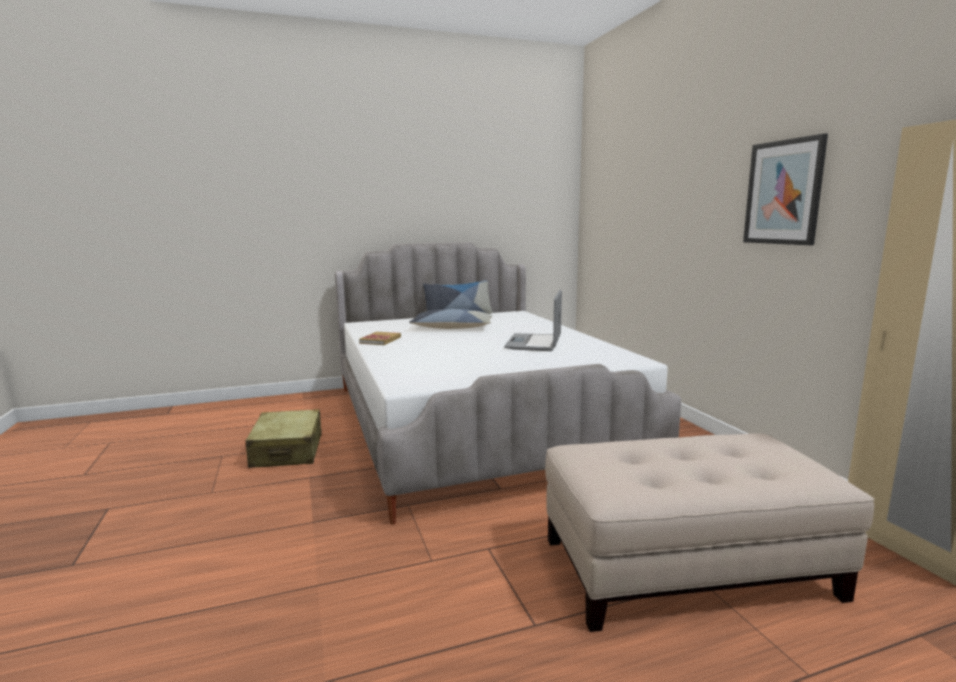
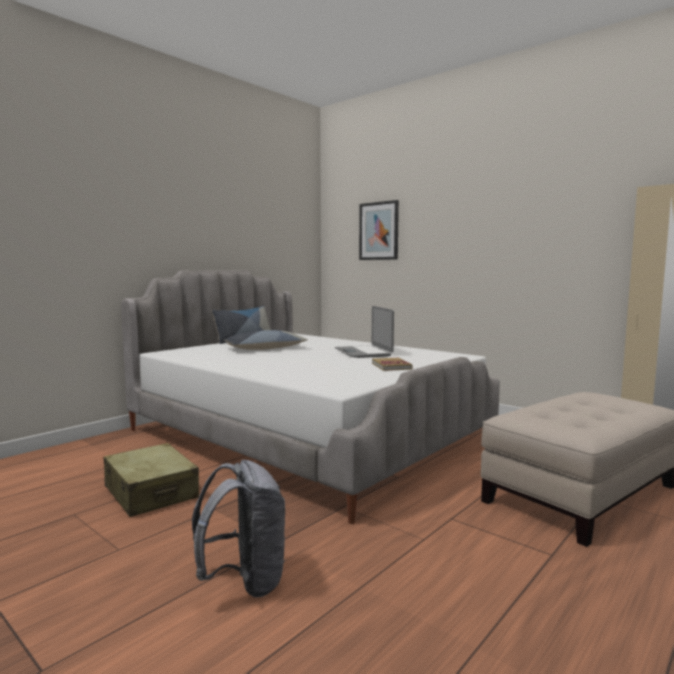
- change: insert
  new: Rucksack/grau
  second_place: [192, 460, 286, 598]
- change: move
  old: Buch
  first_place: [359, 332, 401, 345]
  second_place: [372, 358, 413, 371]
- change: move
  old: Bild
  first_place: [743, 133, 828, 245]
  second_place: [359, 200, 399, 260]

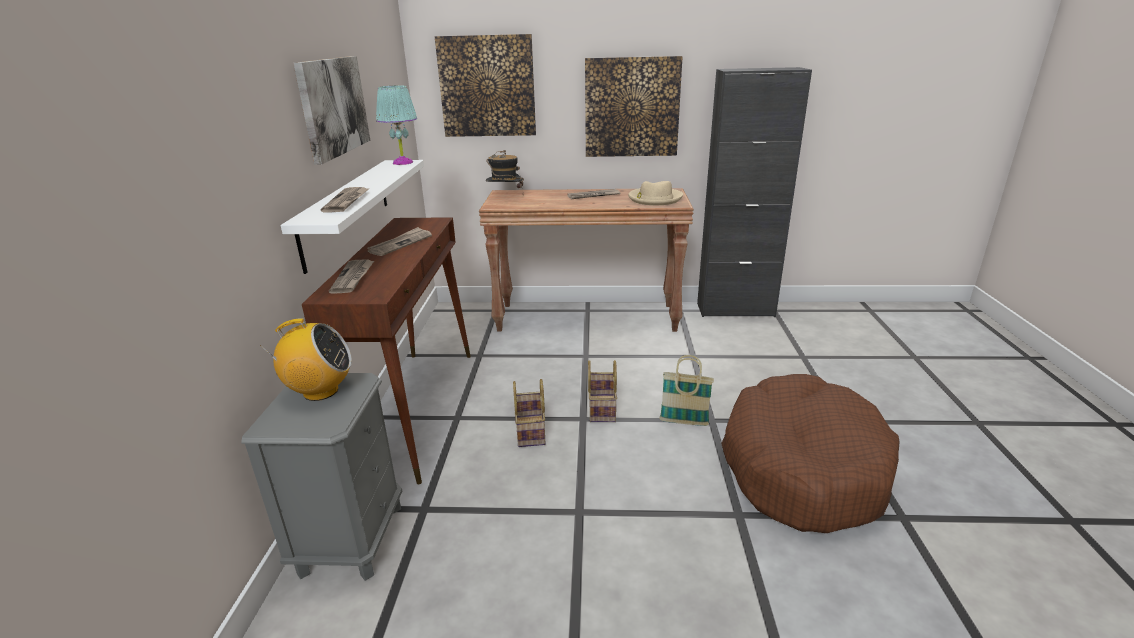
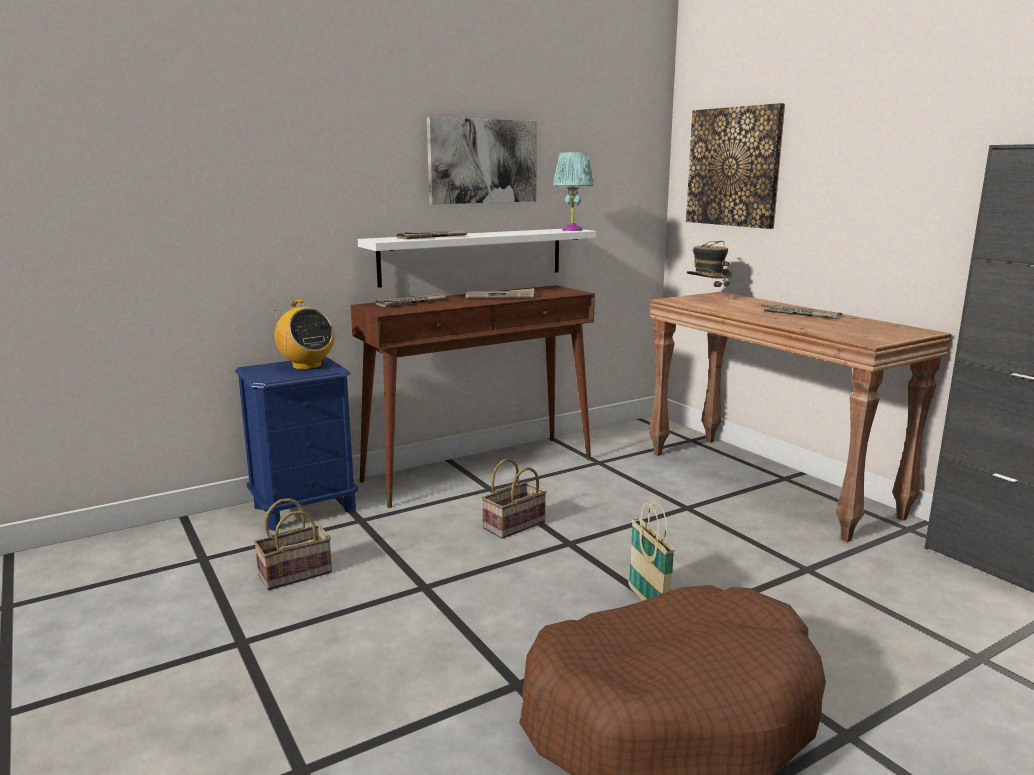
- change: delete
  old: Bild
  first_place: [585, 56, 683, 157]
- change: delete
  old: Hut/beige
  first_place: [628, 181, 683, 206]
- change: move
  old: Korb
  first_place: [588, 360, 617, 422]
  second_place: [254, 498, 332, 590]
- change: recolor
  old: Nachttisch/grau
  new: Nachttisch/blau
  first_place: [241, 373, 402, 581]
  second_place: [235, 357, 358, 530]

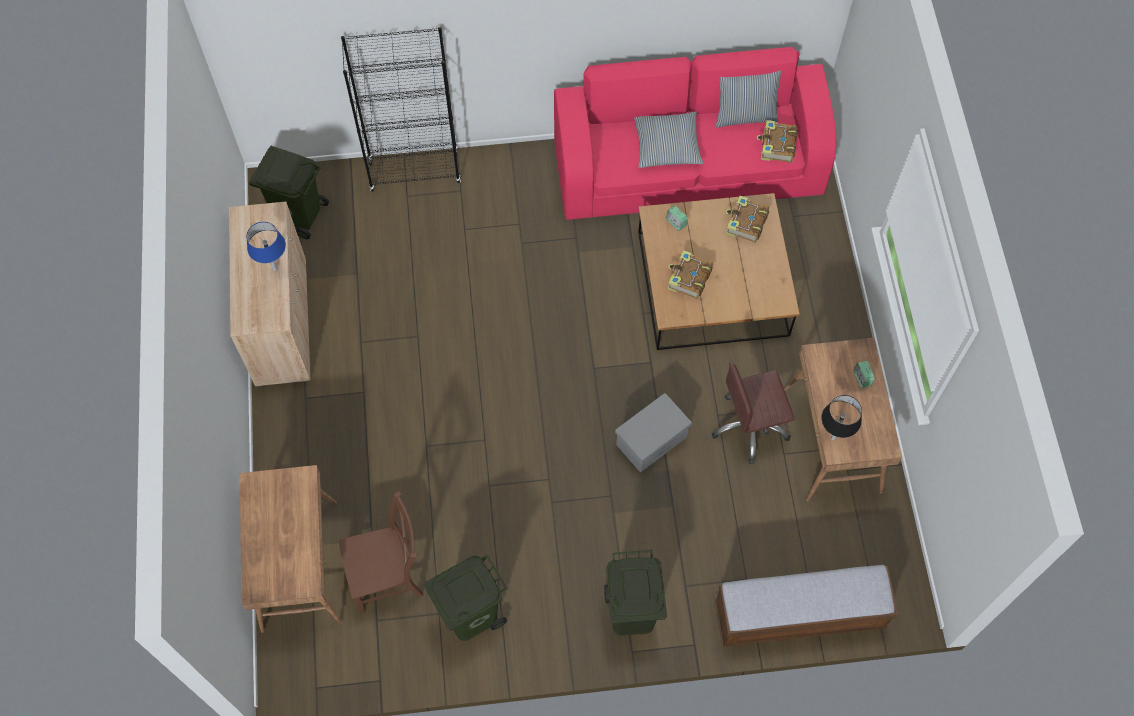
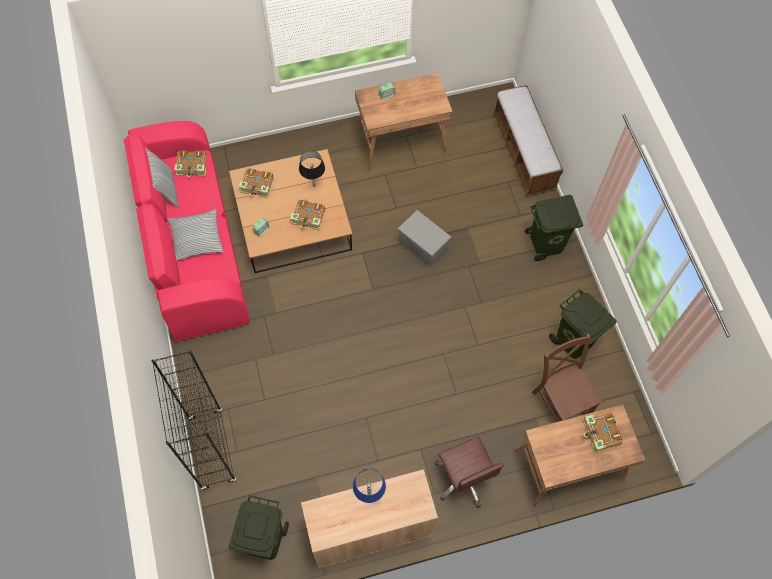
- change: insert
  new: Buch
  second_place: [583, 412, 623, 453]
- change: move
  old: Bürostuhl/braun
  first_place: [712, 362, 795, 464]
  second_place: [435, 436, 504, 508]
- change: move
  old: Tischlampe/schwarz
  first_place: [821, 395, 862, 440]
  second_place: [299, 151, 325, 187]

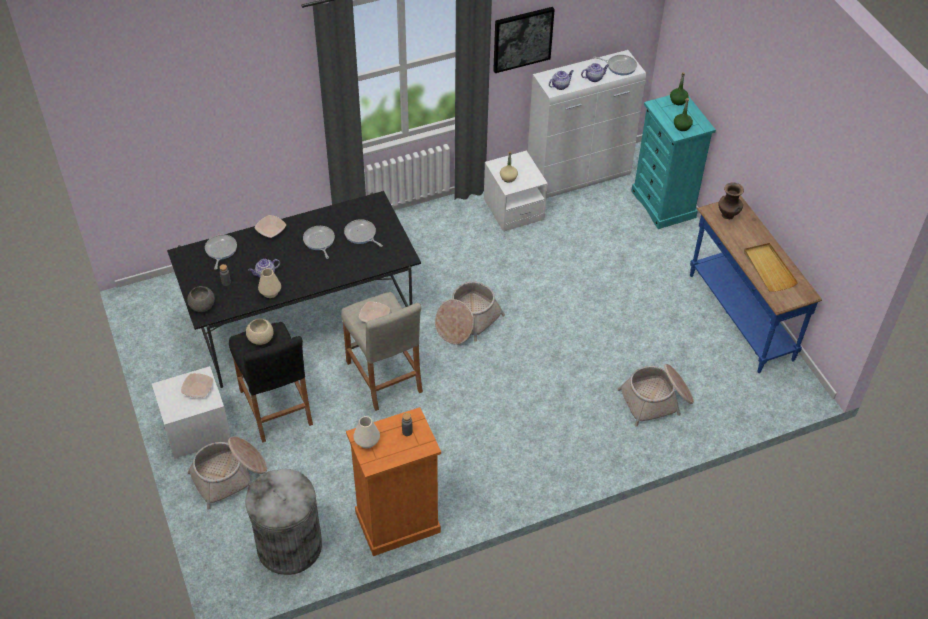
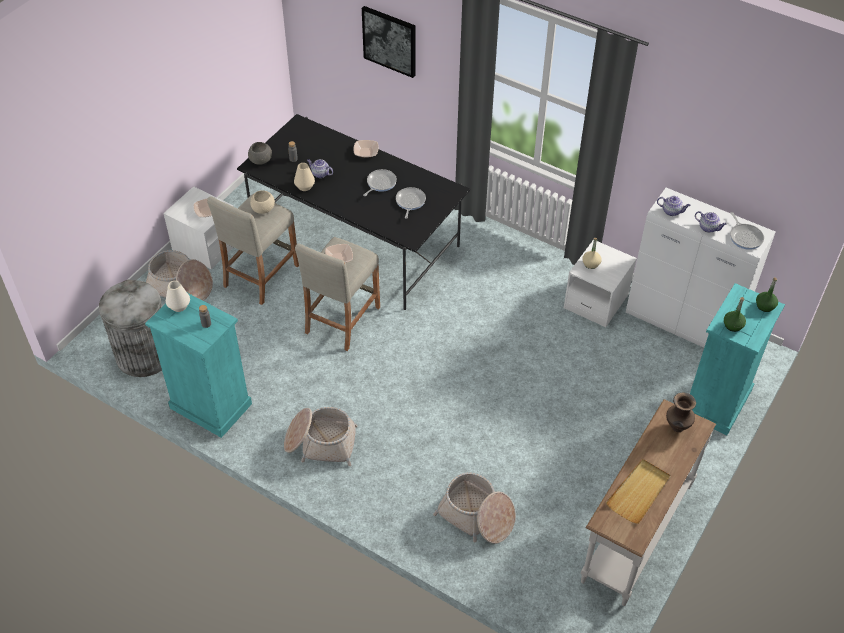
- change: delete
  old: Pfanne
  first_place: [205, 234, 237, 270]
- change: move
  old: Korb
  first_place: [435, 281, 505, 345]
  second_place: [284, 407, 358, 466]
- change: move
  old: Bild
  first_place: [493, 7, 555, 73]
  second_place: [362, 6, 415, 78]
- change: recolor
  old: Hocker/schwarz
  new: Hocker/beige
  first_place: [229, 322, 313, 443]
  second_place: [207, 194, 299, 305]
- change: recolor
  old: Kommode/orange
  new: Kommode/türkis
  first_place: [346, 407, 441, 556]
  second_place: [145, 293, 252, 438]
- change: recolor
  old: Konsolentisch/blau
  new: Konsolentisch/weiß
  first_place: [690, 195, 822, 373]
  second_place: [581, 399, 716, 606]

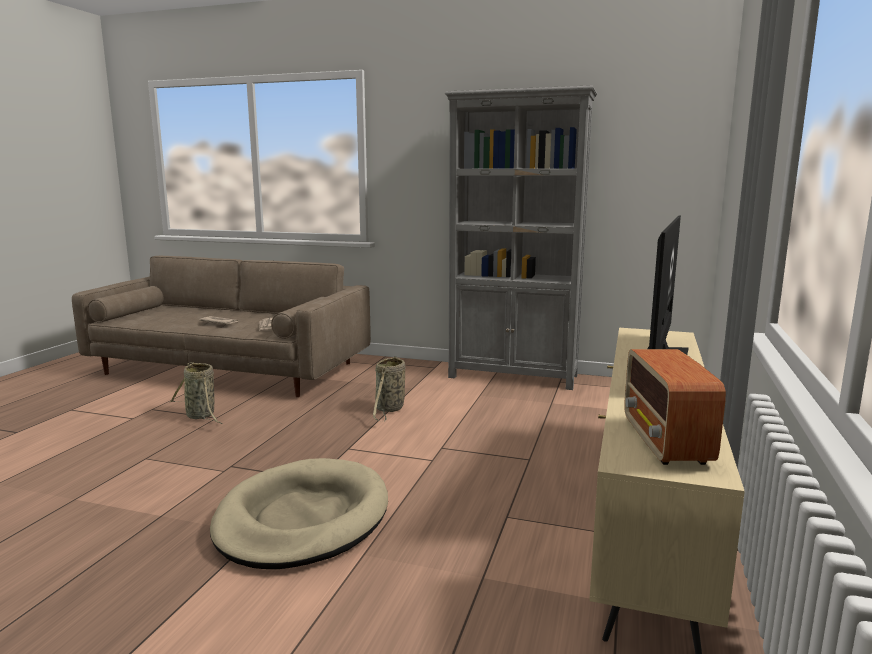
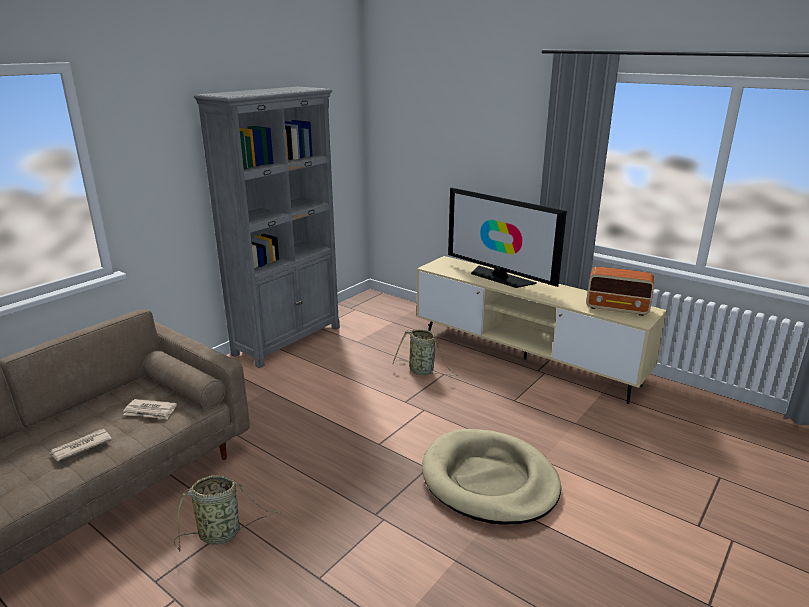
- change: move
  old: Korb
  first_place: [373, 356, 406, 422]
  second_place: [392, 329, 458, 376]

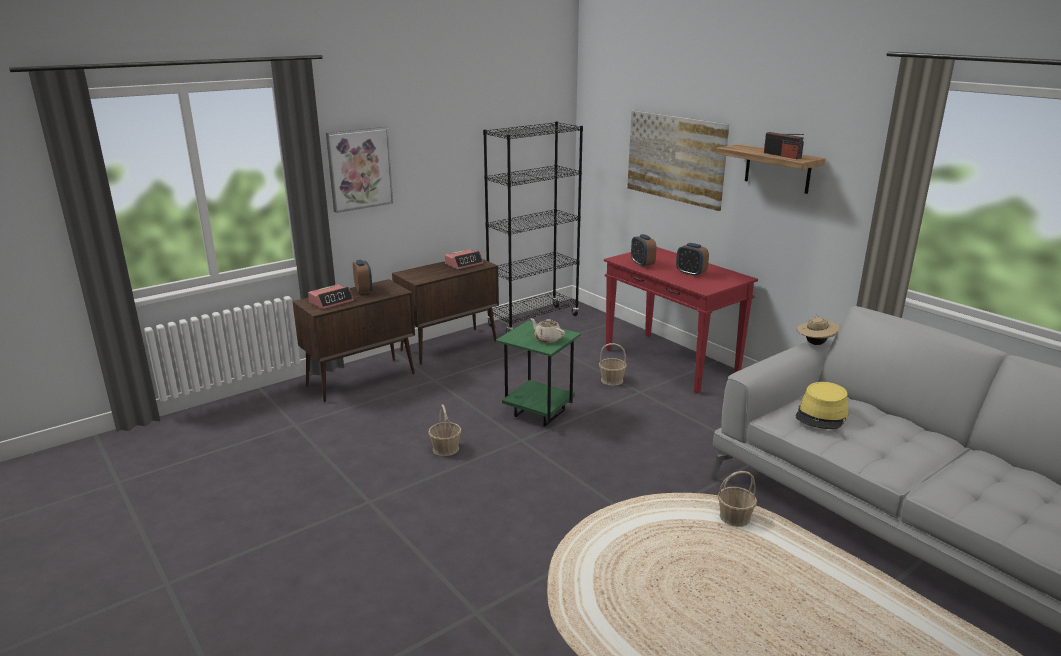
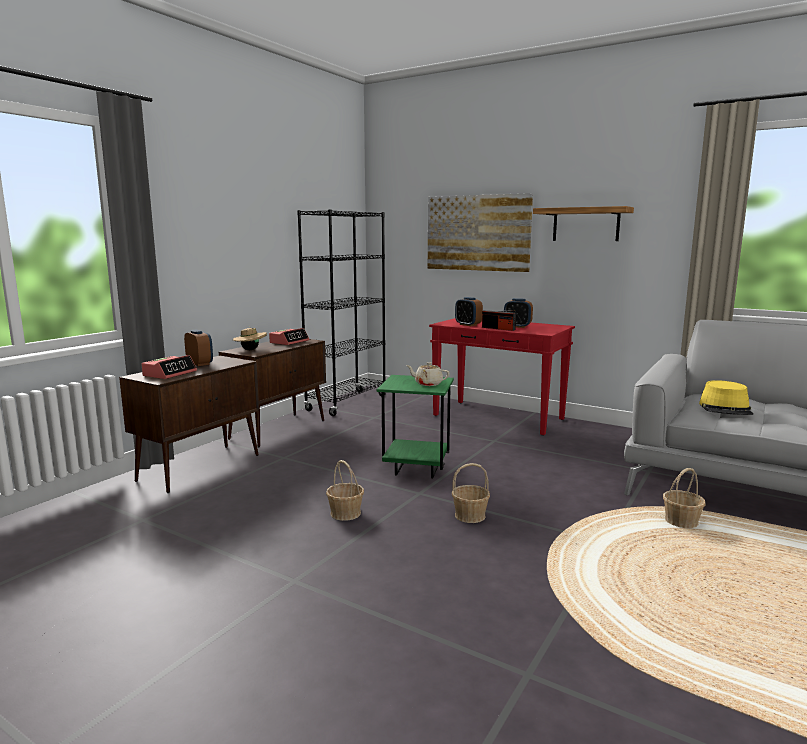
- change: delete
  old: Bild
  first_place: [326, 127, 393, 213]
- change: move
  old: Korb
  first_place: [599, 343, 627, 386]
  second_place: [452, 463, 490, 523]
- change: move
  old: Radio
  first_place: [764, 132, 804, 159]
  second_place: [482, 310, 516, 331]
- change: move
  old: Hut/beige
  first_place: [796, 314, 840, 345]
  second_place: [232, 327, 267, 350]

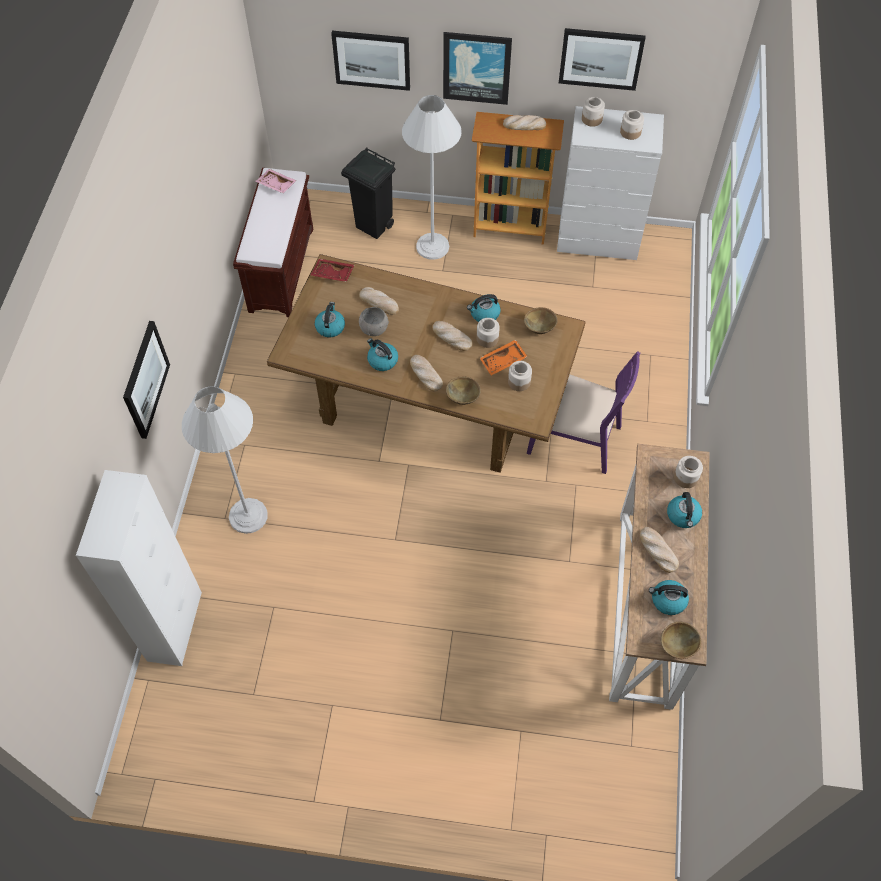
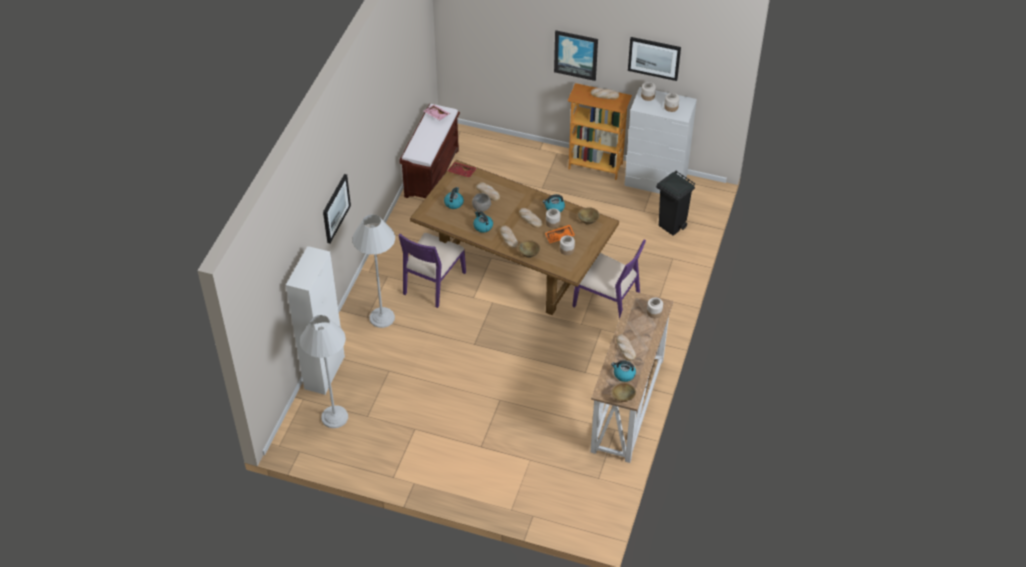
- change: delete
  old: Bild
  first_place: [331, 31, 410, 91]
- change: delete
  old: Wasserkessel
  first_place: [667, 492, 702, 528]
- change: insert
  new: Stuhl/lila
  second_place: [398, 233, 466, 308]
- change: move
  old: Mülleimer/schwarz
  first_place: [341, 147, 395, 239]
  second_place: [656, 171, 695, 236]
- change: move
  old: Stehlampe/weiß
  first_place: [402, 95, 462, 260]
  second_place: [300, 315, 348, 428]

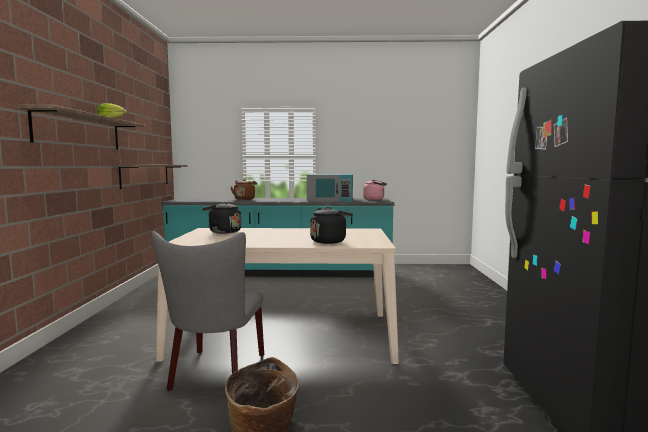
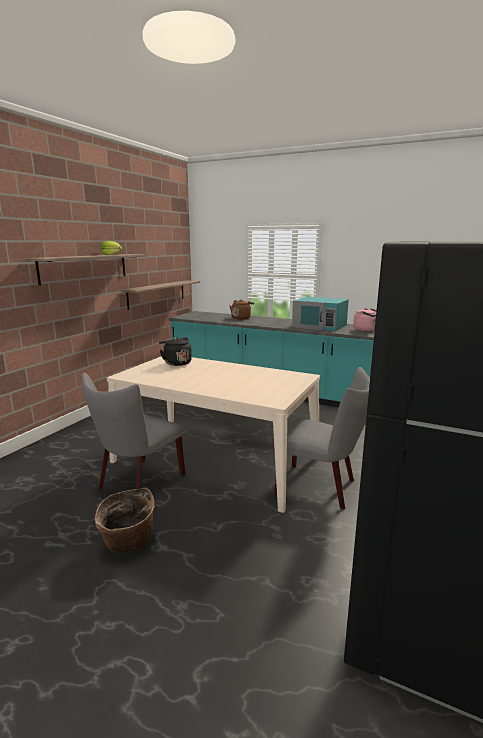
- change: delete
  old: Wasserkessel/schwarz
  first_place: [310, 207, 353, 244]
- change: insert
  new: Stuhl/grau
  second_place: [275, 367, 370, 509]

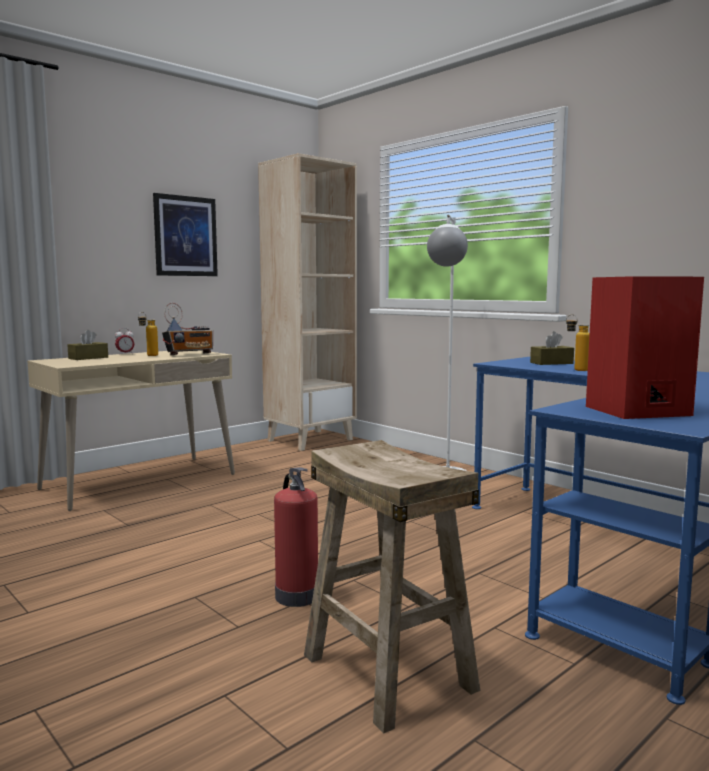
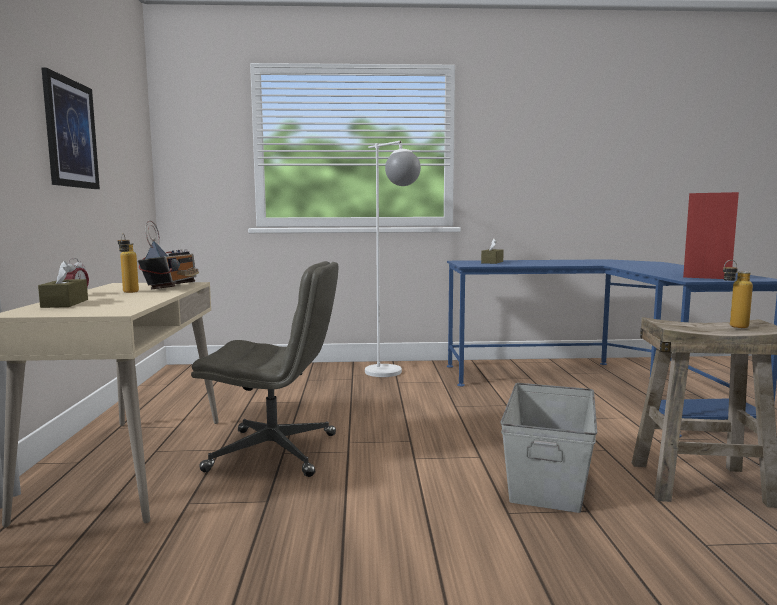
- change: delete
  old: Bücherregal/beige
  first_place: [258, 153, 357, 451]
- change: insert
  new: Bürostuhl/grau
  second_place: [191, 261, 338, 477]
- change: move
  old: Flasche
  first_place: [566, 314, 590, 371]
  second_place: [723, 260, 753, 328]
- change: replace
  old: Feuerlöscher
  new: Aufbewahrungsbox/grau
  first_place: [274, 467, 318, 607]
  second_place: [500, 383, 597, 513]

